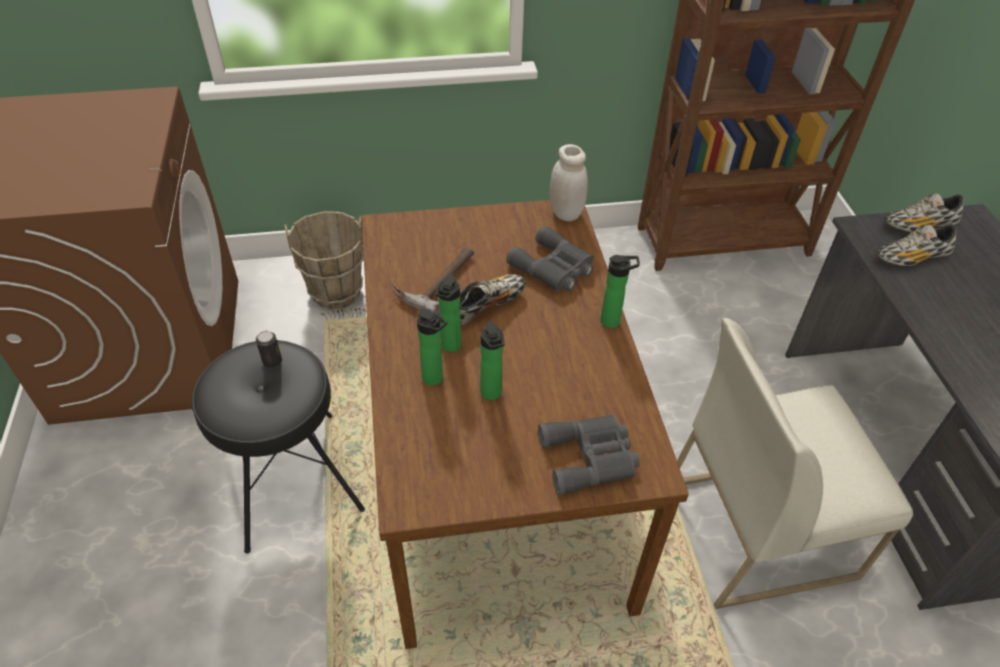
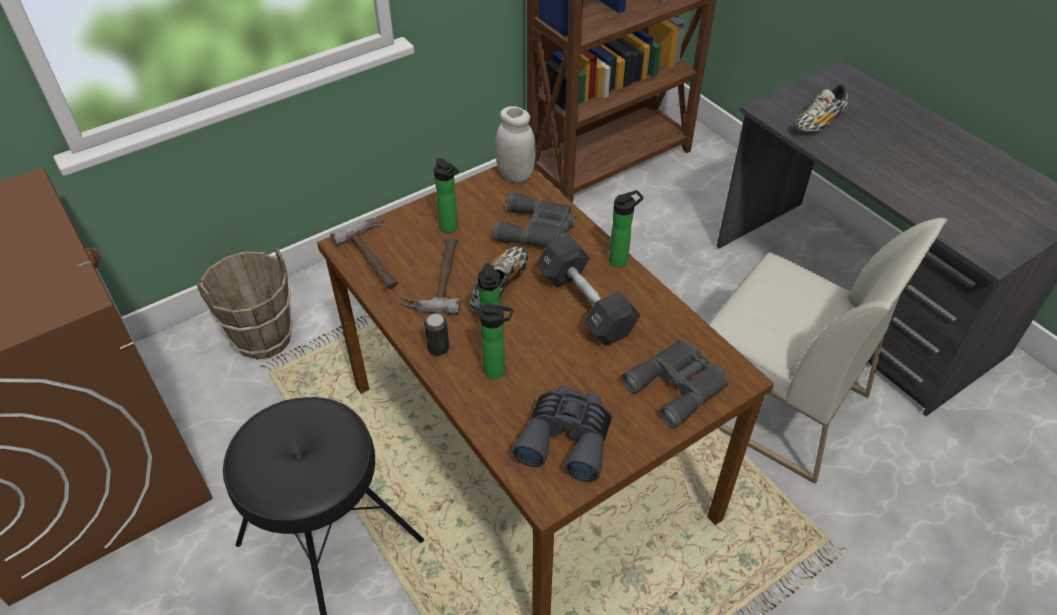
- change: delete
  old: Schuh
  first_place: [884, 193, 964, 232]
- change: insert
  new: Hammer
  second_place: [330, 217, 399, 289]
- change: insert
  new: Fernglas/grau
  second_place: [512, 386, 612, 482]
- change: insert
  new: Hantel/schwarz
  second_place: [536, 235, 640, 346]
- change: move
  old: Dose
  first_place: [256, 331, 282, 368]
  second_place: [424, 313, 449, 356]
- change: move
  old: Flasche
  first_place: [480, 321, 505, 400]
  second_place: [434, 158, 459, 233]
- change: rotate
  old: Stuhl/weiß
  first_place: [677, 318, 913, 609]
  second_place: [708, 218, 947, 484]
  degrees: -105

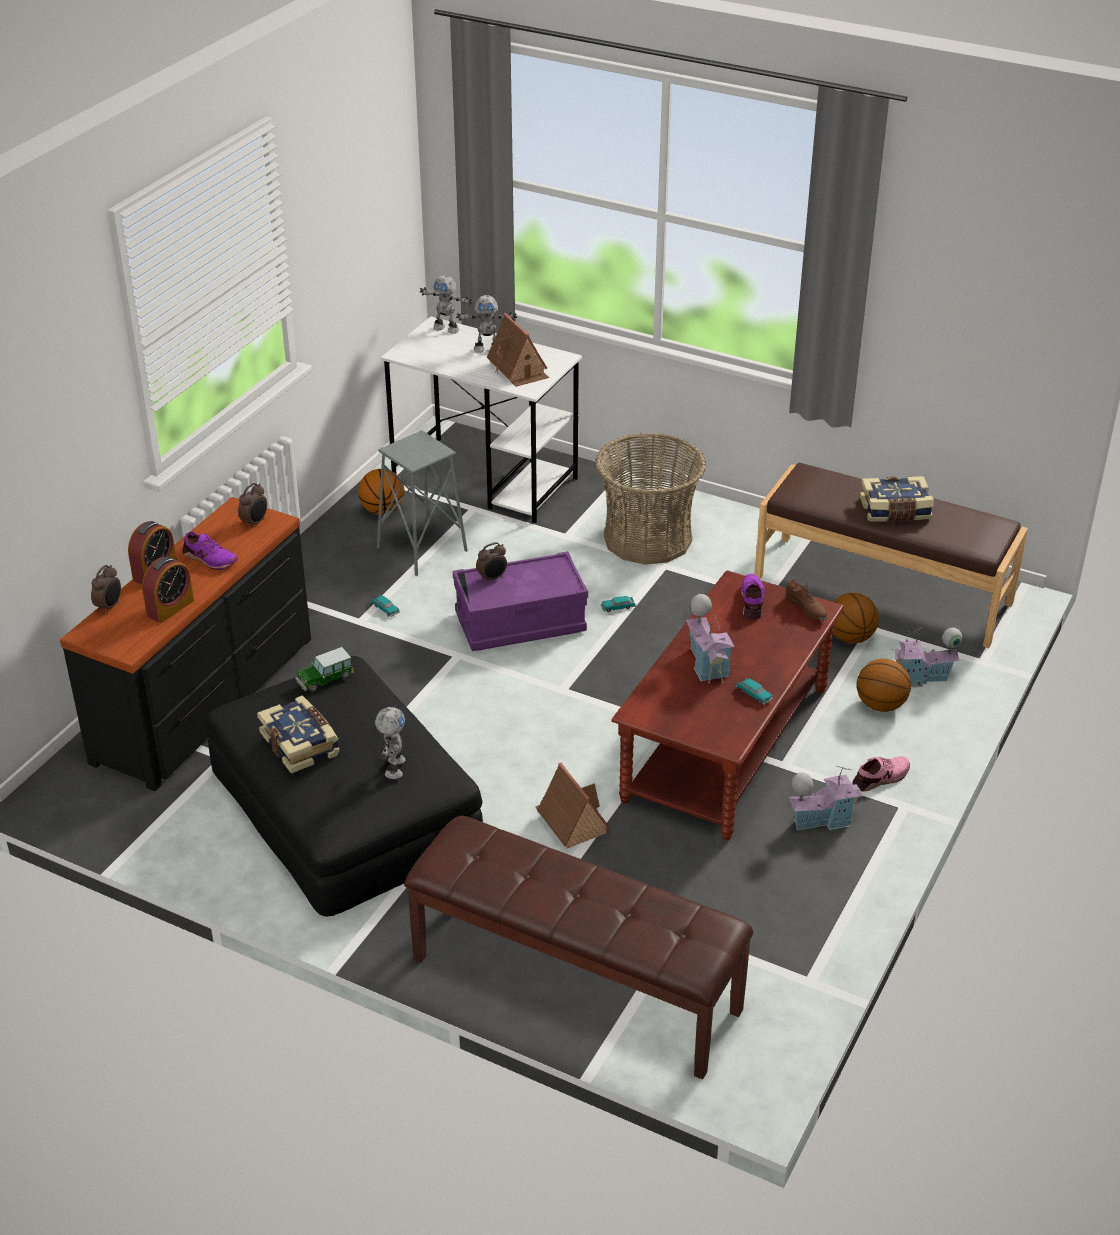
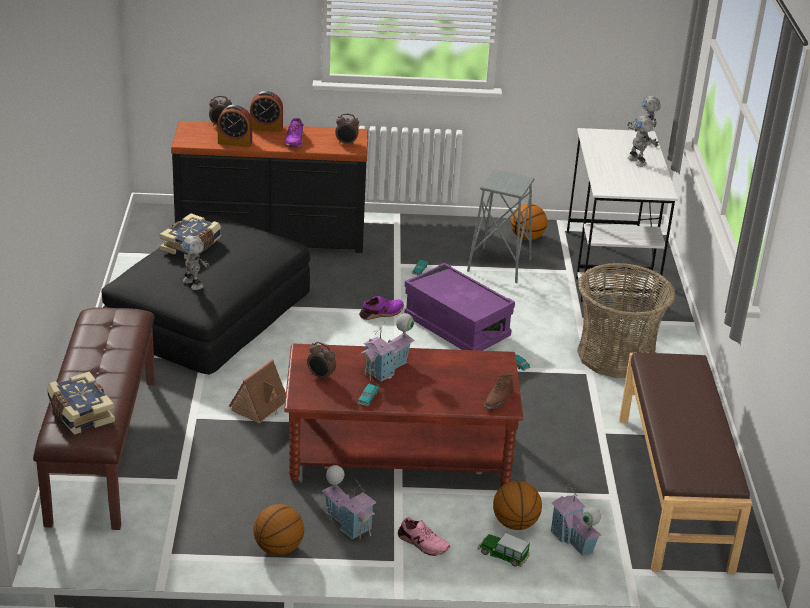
- change: delete
  old: Spielzeughaus
  first_place: [487, 313, 549, 387]
- change: move
  old: Spielzeugauto
  first_place: [295, 647, 354, 691]
  second_place: [477, 533, 530, 567]
- change: move
  old: Wecker
  first_place: [476, 542, 507, 583]
  second_place: [307, 342, 336, 381]
- change: move
  old: Schuh/lila
  first_place: [741, 574, 765, 620]
  second_place: [359, 296, 404, 320]
- change: move
  old: Basketball
  first_place: [833, 593, 879, 644]
  second_place: [253, 504, 304, 555]
- change: move
  old: Buch
  first_place: [860, 476, 934, 522]
  second_place: [47, 372, 115, 435]
- change: rotate
  old: Spielzeugroboter
  first_place: [375, 705, 406, 779]
  second_place: [179, 236, 210, 290]
  degrees: 75

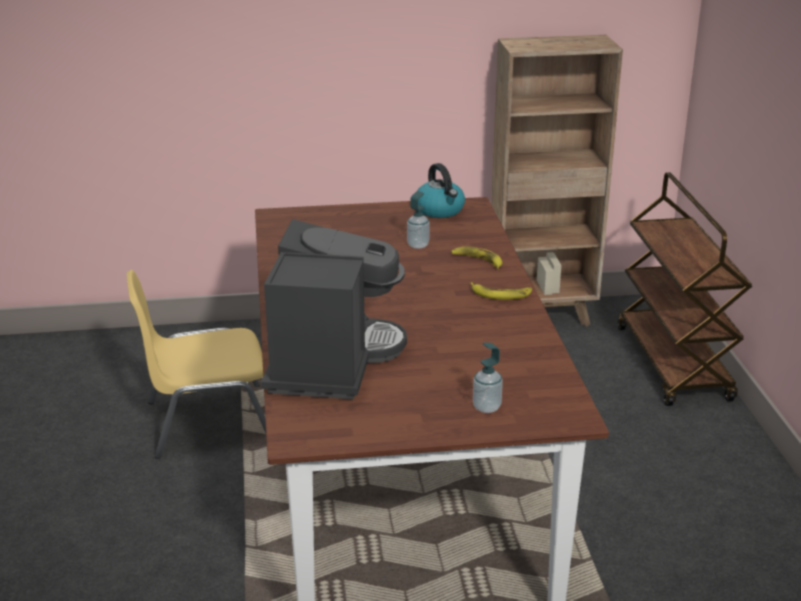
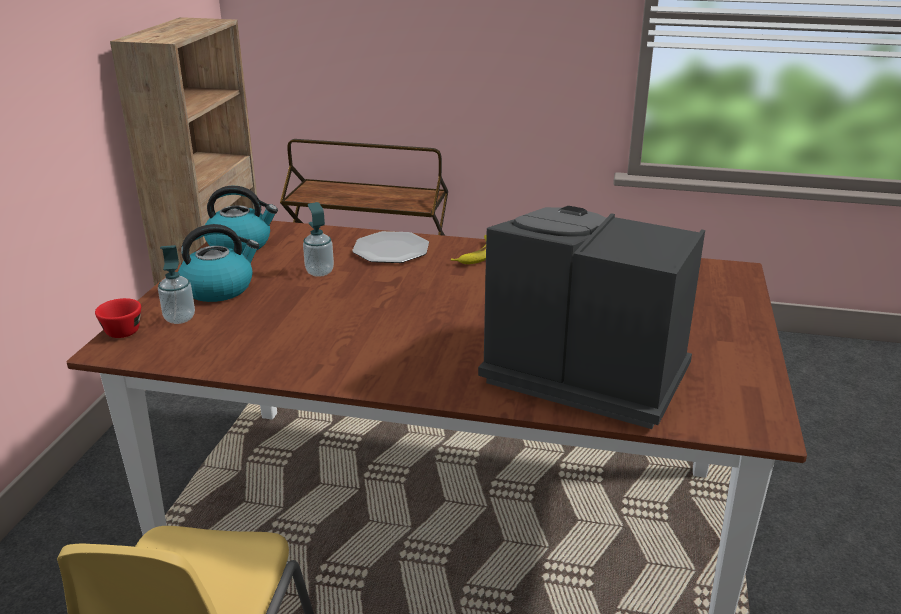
- change: insert
  new: Tasse/rot
  second_place: [95, 298, 141, 338]
- change: insert
  new: Wasserkessel
  second_place: [178, 224, 260, 302]
- change: move
  old: Seifenspender
  first_place: [473, 343, 503, 413]
  second_place: [158, 245, 195, 324]
- change: replace
  old: Banane
  new: Teller
  first_place: [451, 246, 502, 269]
  second_place: [352, 231, 429, 263]

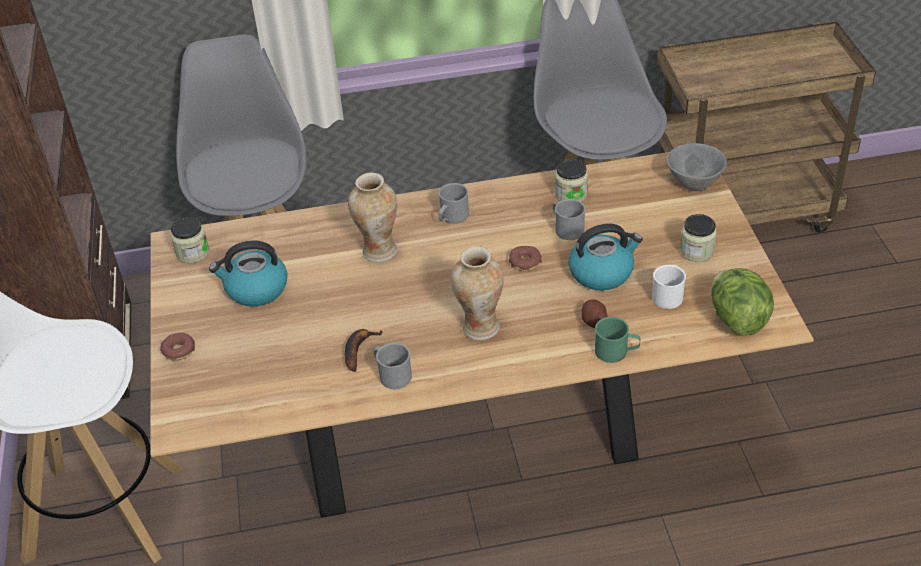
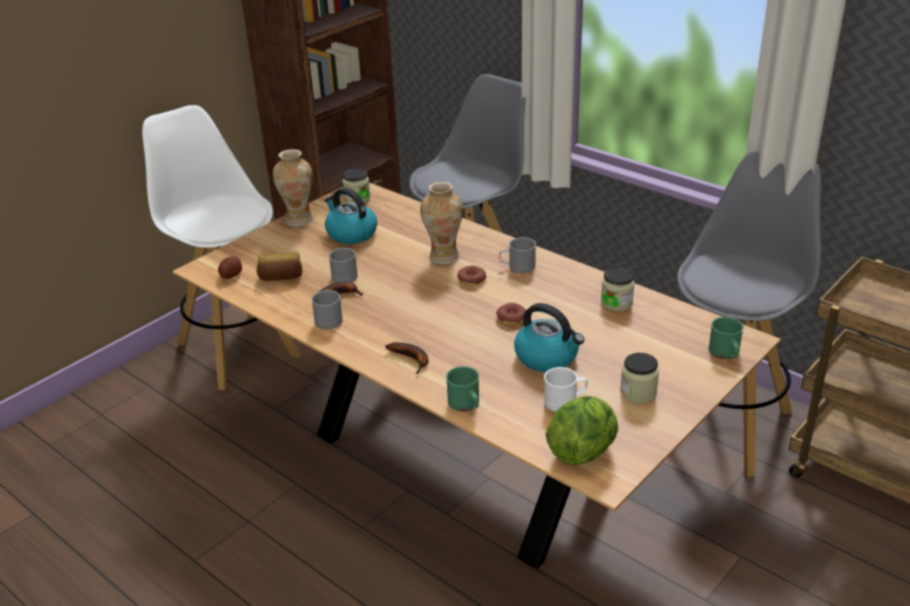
- change: insert
  new: Brot
  second_place: [257, 252, 302, 281]
- change: insert
  new: Banane
  second_place: [385, 342, 429, 374]
- change: move
  old: Donut
  first_place: [160, 333, 195, 361]
  second_place: [457, 266, 486, 286]
- change: move
  old: Vase
  first_place: [451, 246, 504, 340]
  second_place: [273, 149, 313, 227]
- change: move
  old: Henkelbecher/grau
  first_place: [553, 199, 585, 240]
  second_place: [328, 248, 358, 283]
- change: move
  old: Kartoffel
  first_place: [581, 299, 608, 328]
  second_place: [218, 256, 242, 279]
- change: replace
  old: Schüssel/grau
  new: Henkelbecher/grün
  first_place: [667, 143, 727, 191]
  second_place: [709, 317, 744, 359]

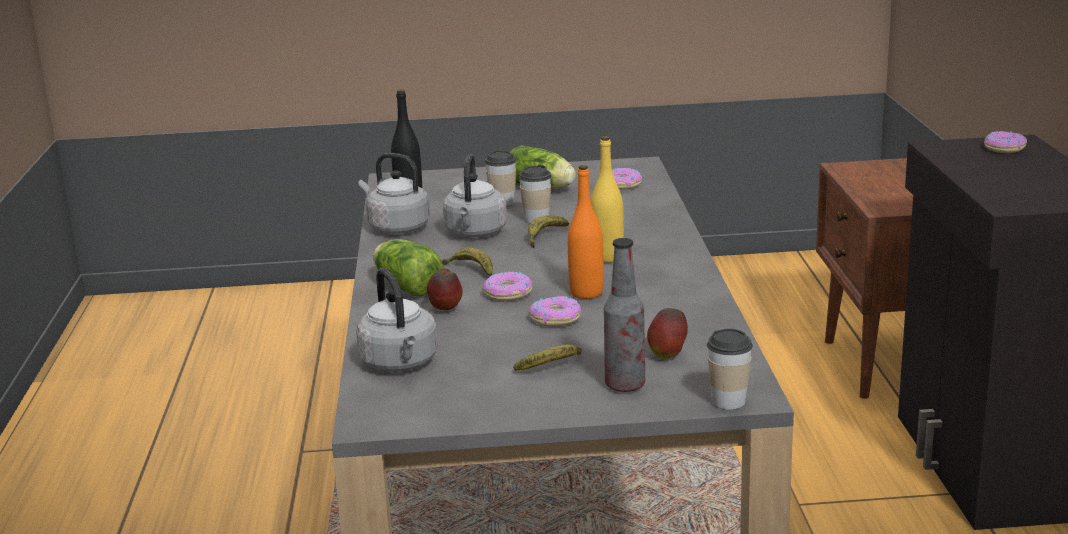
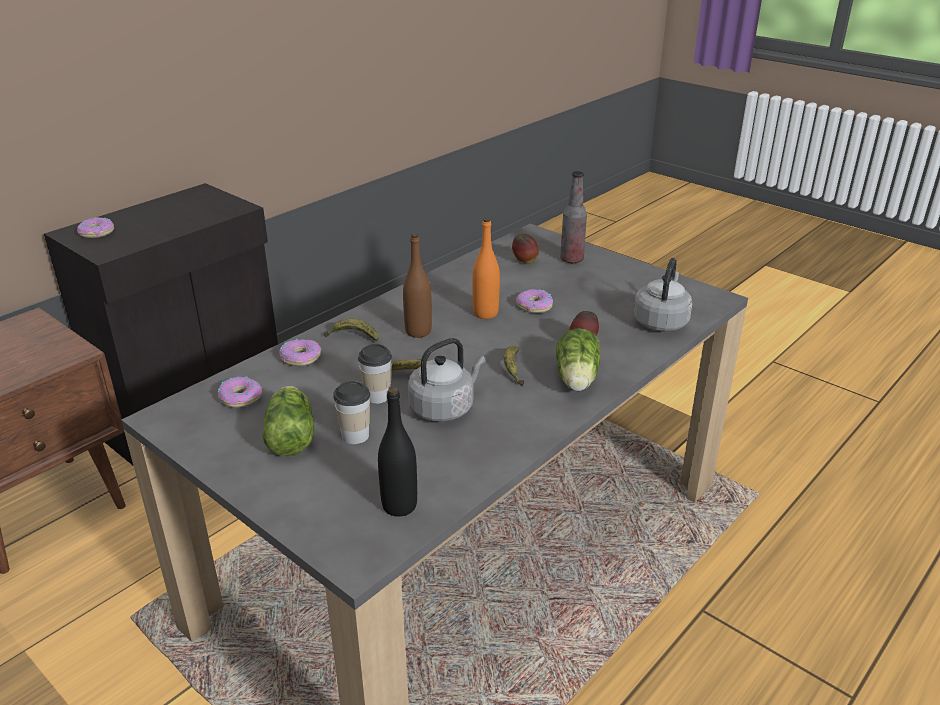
- change: delete
  old: Wasserkessel/grau
  first_place: [358, 153, 430, 234]
- change: delete
  old: Tasse
  first_place: [707, 329, 753, 410]
- change: move
  old: Donut
  first_place: [484, 271, 532, 301]
  second_place: [279, 339, 321, 366]
- change: move
  old: Banane
  first_place: [513, 344, 582, 371]
  second_place: [324, 319, 378, 341]
- change: recolor
  old: Flasche/gelb
  new: Flasche/braun
  first_place: [591, 136, 624, 263]
  second_place: [403, 233, 432, 338]

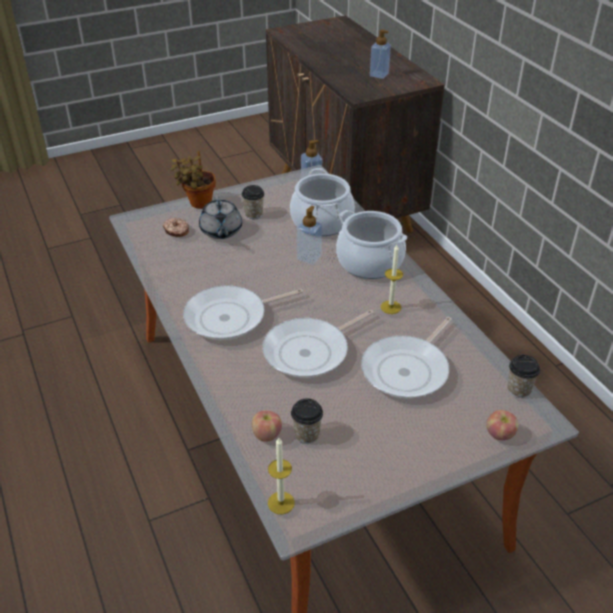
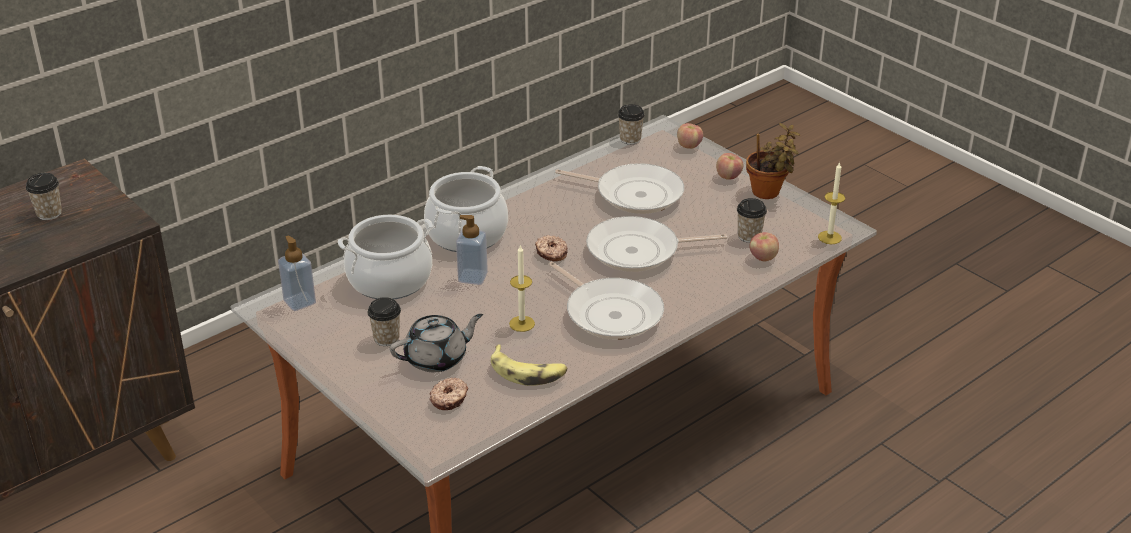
- change: insert
  new: Banane
  second_place: [491, 344, 567, 386]
- change: insert
  new: Donut
  second_place: [535, 235, 568, 262]
- change: insert
  new: Apfel
  second_place: [716, 153, 743, 180]
- change: move
  old: Topfpflanze
  first_place: [171, 151, 216, 209]
  second_place: [746, 123, 800, 199]
- change: move
  old: Kerze
  first_place: [381, 245, 403, 314]
  second_place: [509, 244, 535, 332]
- change: replace
  old: Seifenspender
  new: Tasse
  first_place: [370, 30, 391, 79]
  second_place: [26, 173, 62, 220]
- change: rotate
  old: Pfanne
  first_place: [262, 310, 374, 378]
  second_place: [586, 216, 727, 272]
  degrees: 135

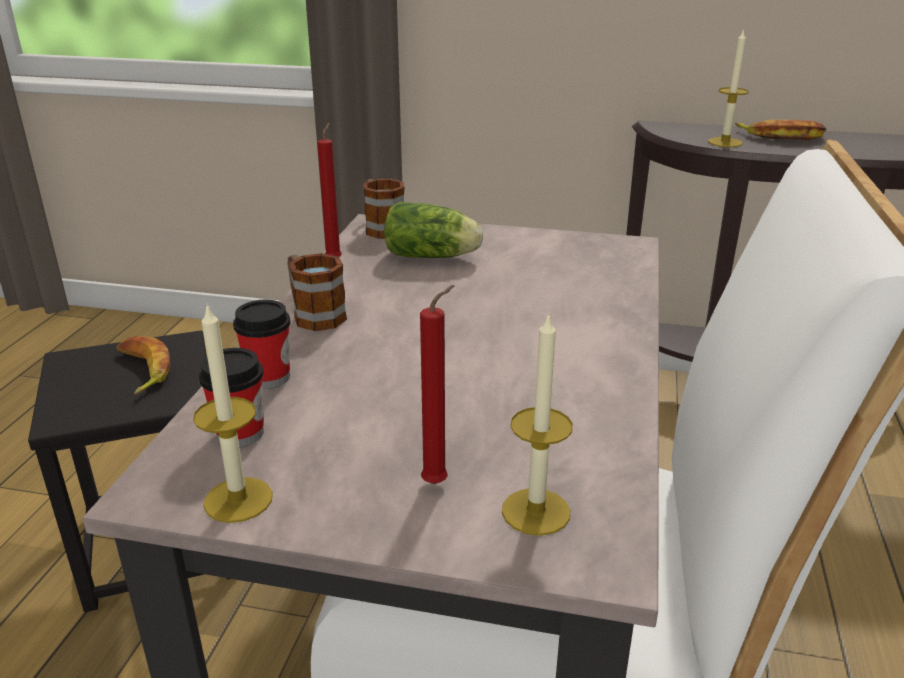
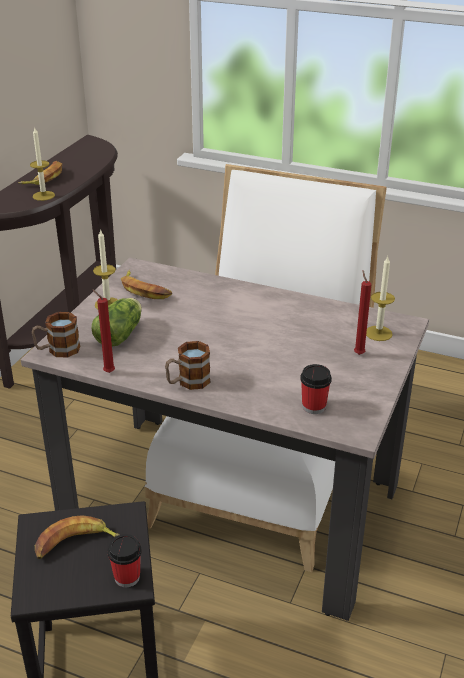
- change: insert
  new: Banane
  second_place: [121, 270, 172, 299]
- change: move
  old: Kerze
  first_place: [193, 303, 273, 523]
  second_place: [93, 229, 118, 309]
- change: move
  old: Tasse
  first_place: [233, 300, 290, 389]
  second_place: [108, 534, 142, 587]

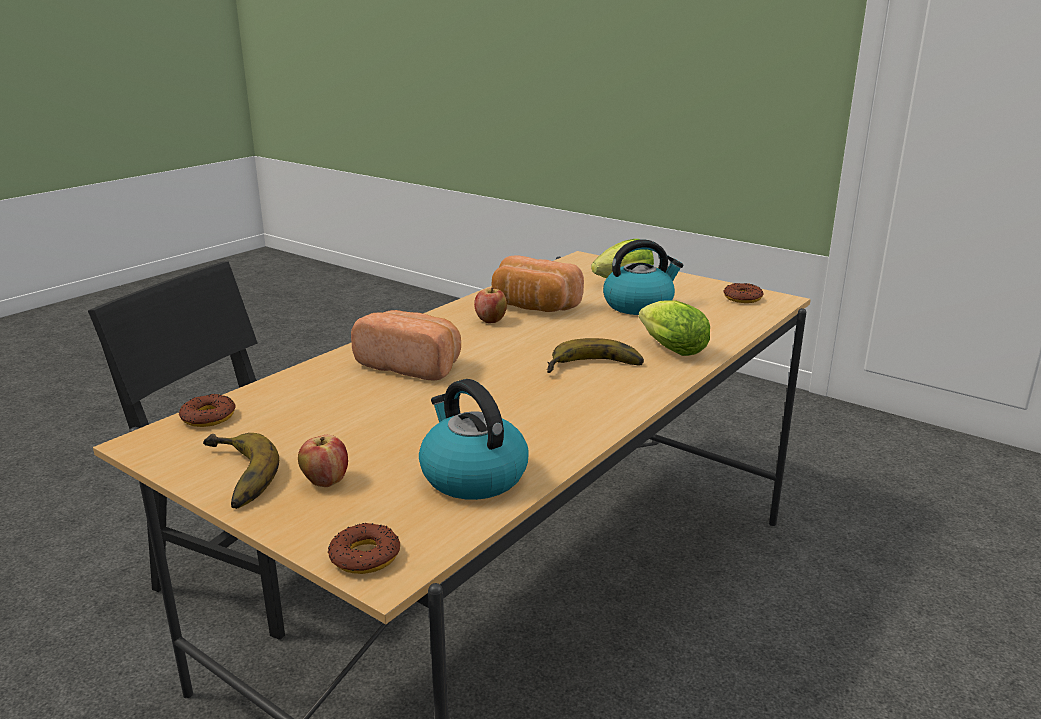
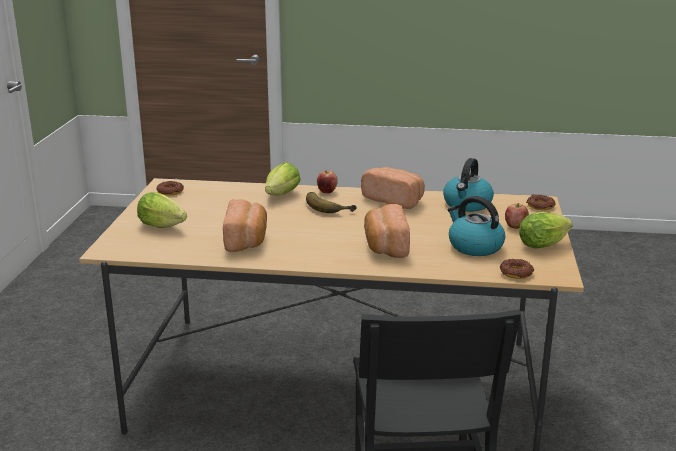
- change: insert
  new: Brot
  second_place: [361, 167, 425, 209]
- change: move
  old: Apfel
  first_place: [474, 287, 507, 323]
  second_place: [317, 170, 338, 193]
- change: move
  old: Wasserkessel
  first_place: [603, 240, 683, 315]
  second_place: [448, 196, 505, 256]
- change: replace
  old: Banane
  new: Salatkopf
  first_place: [203, 433, 279, 509]
  second_place: [519, 212, 573, 249]

